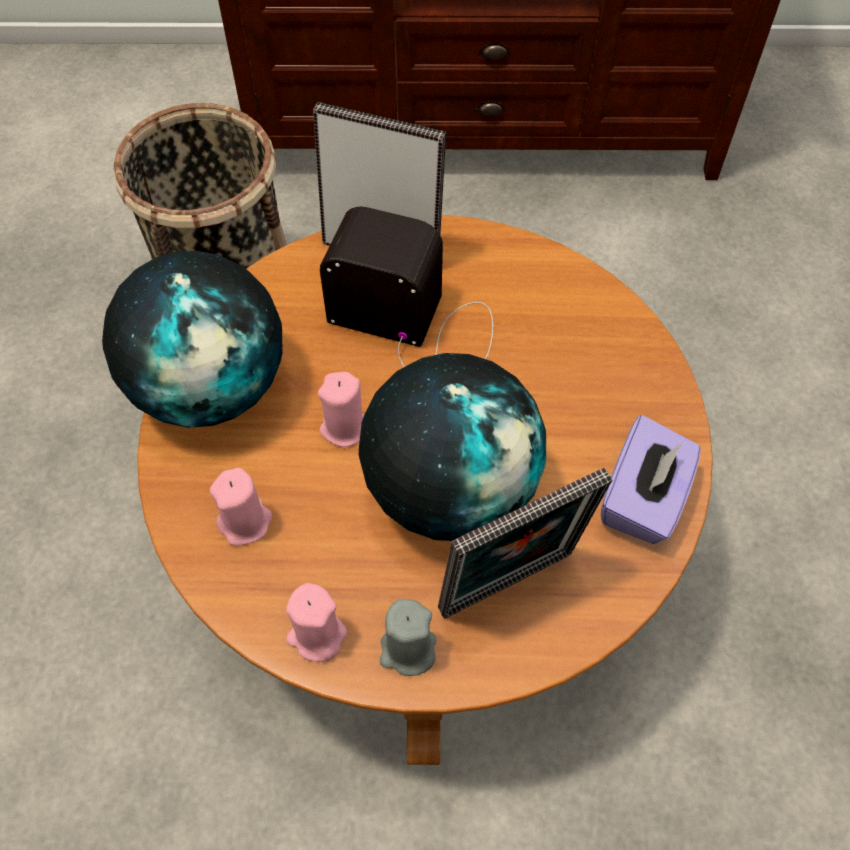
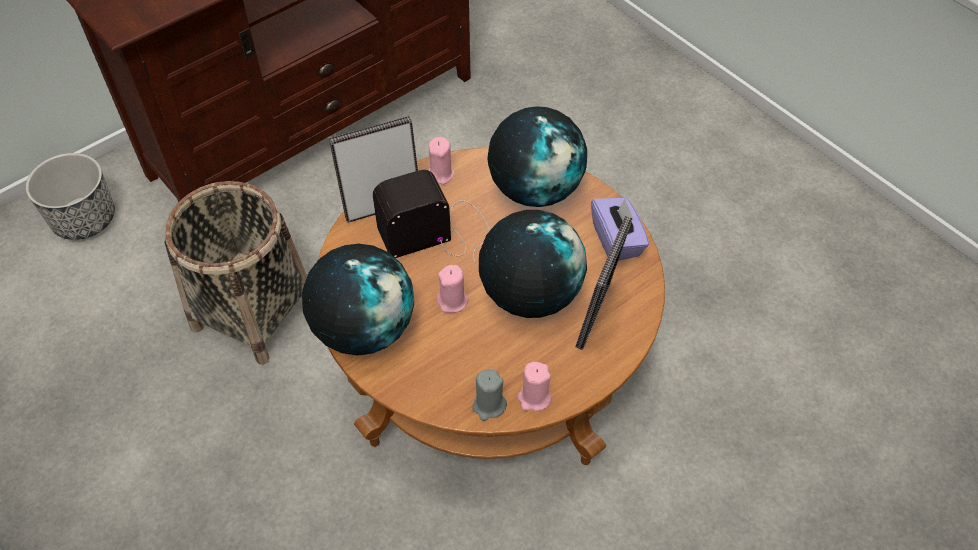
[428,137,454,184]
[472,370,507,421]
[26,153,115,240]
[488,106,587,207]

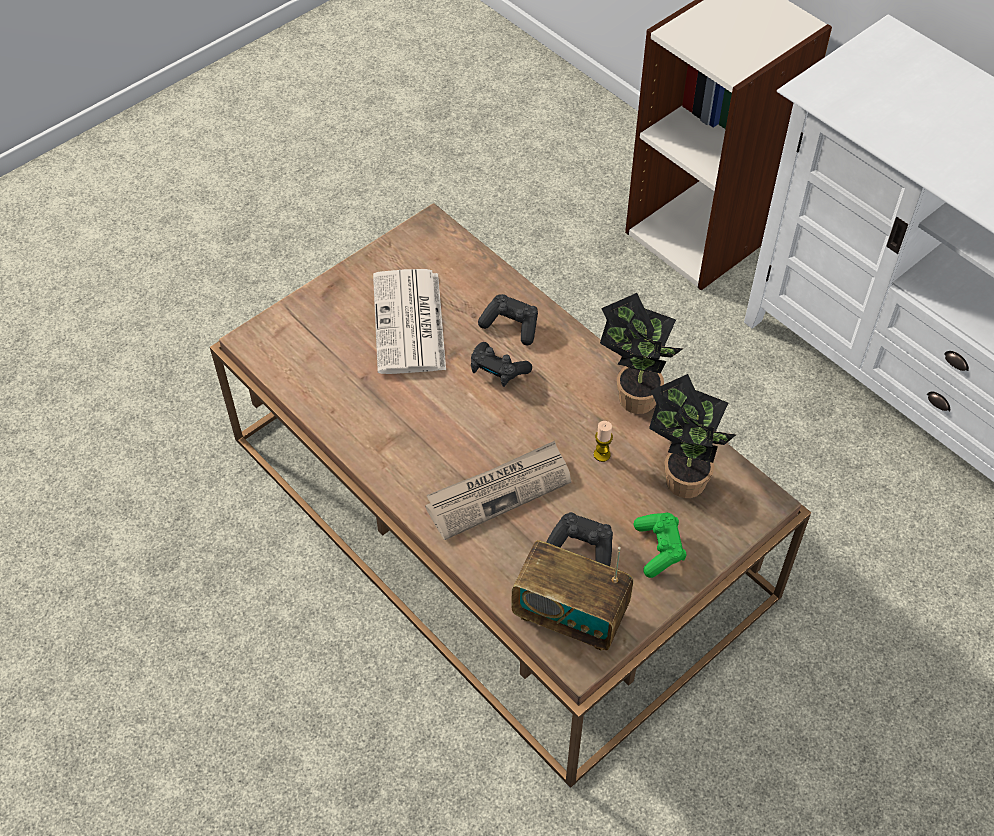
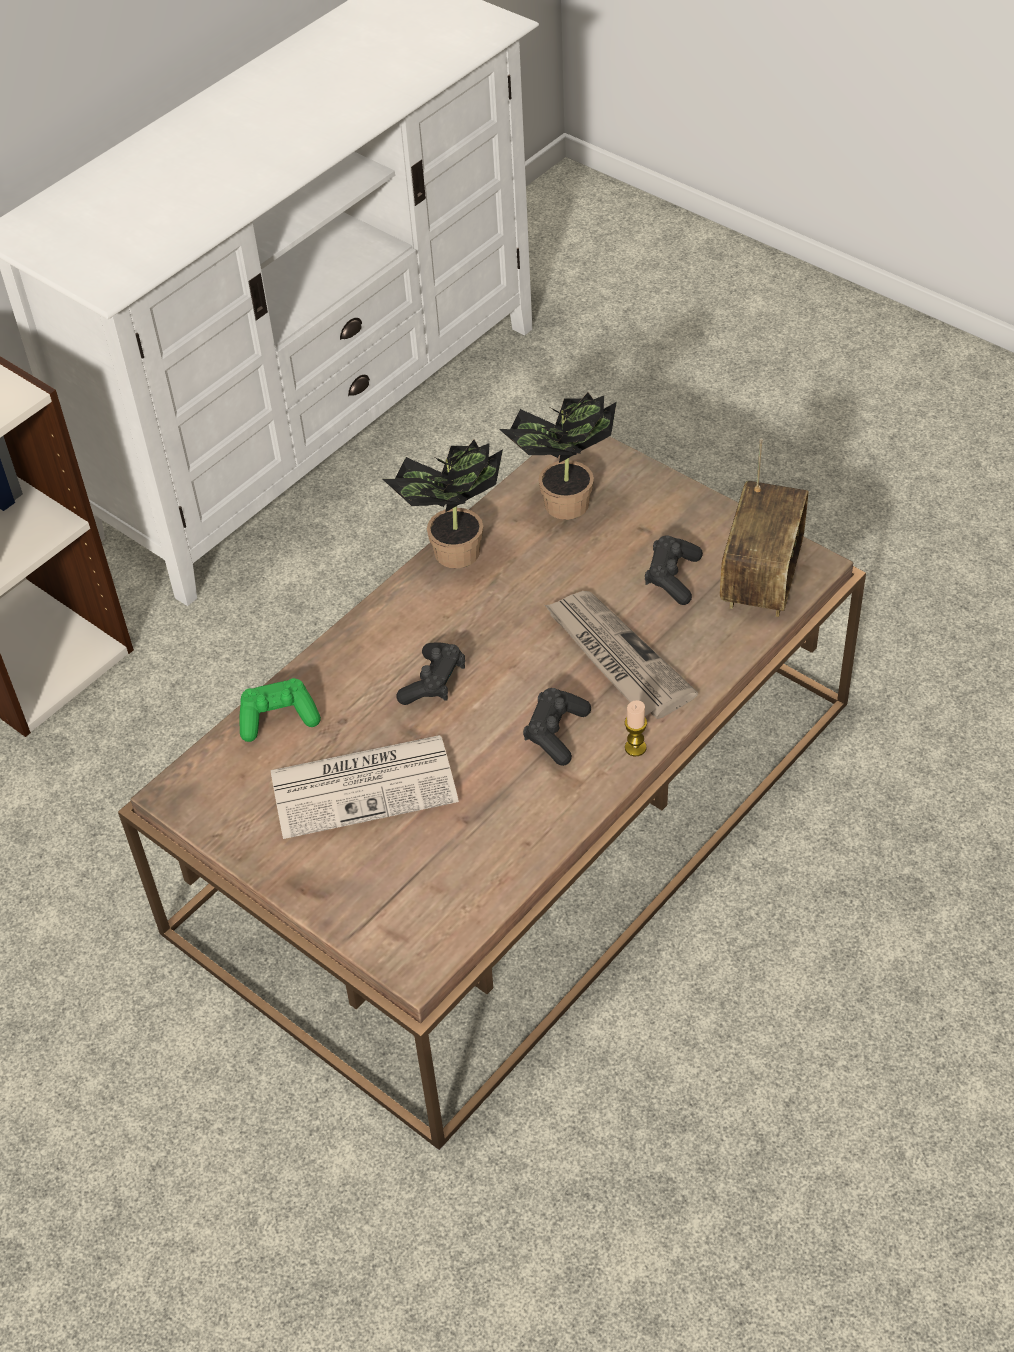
[523,688,591,766]
[625,700,647,756]
[239,678,321,742]

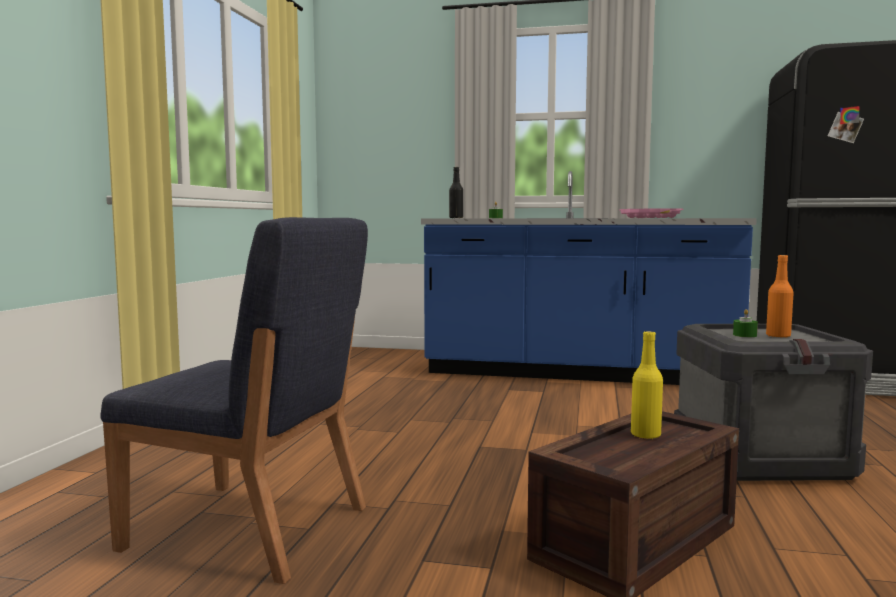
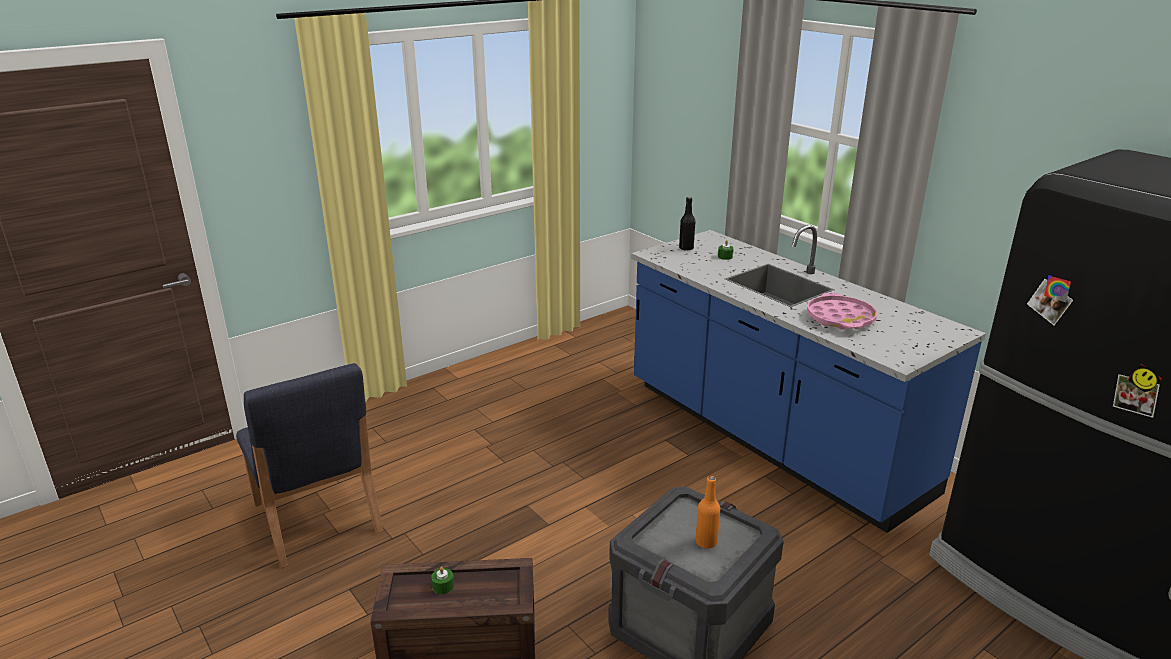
[631,331,663,439] (first image)
[431,567,454,594]

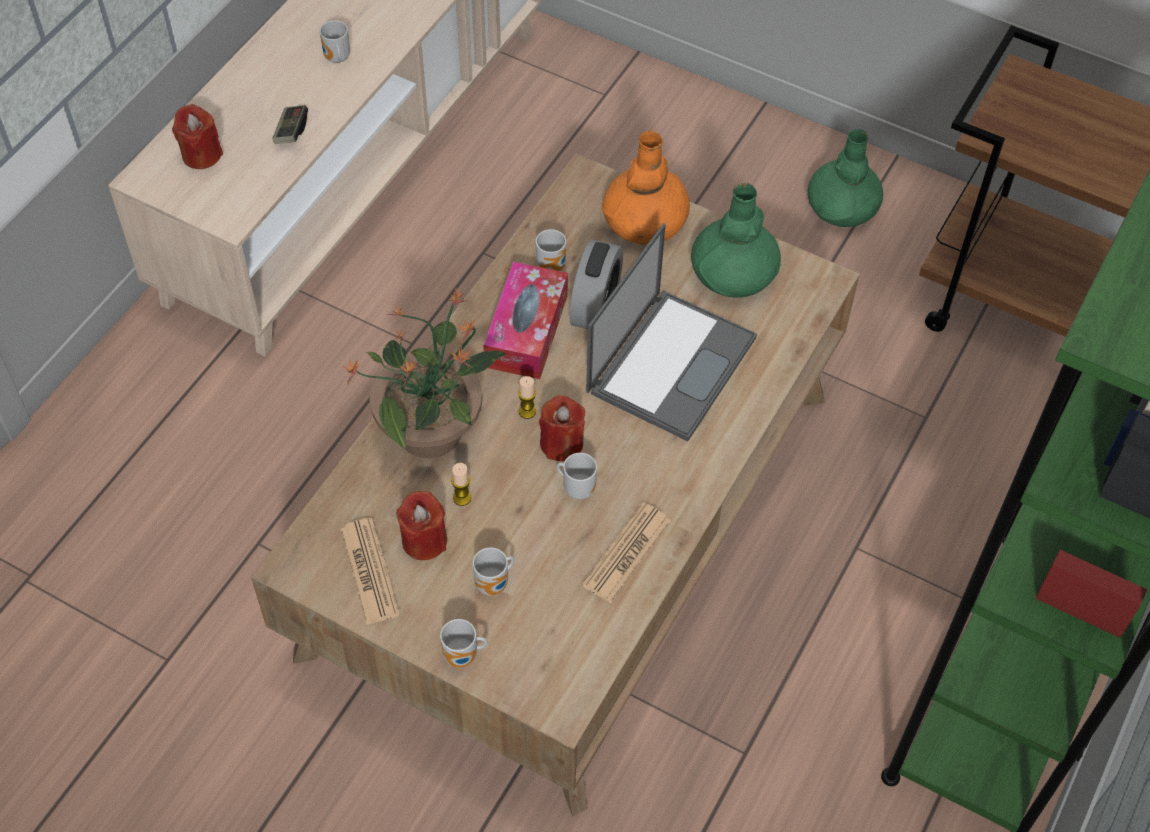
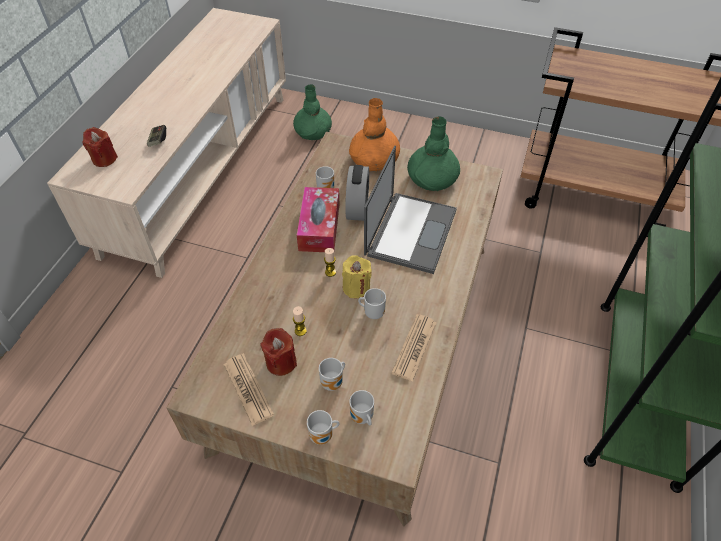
[349,390,374,426]
[343,288,507,458] (first image)
[342,255,372,299]
[293,84,332,140]

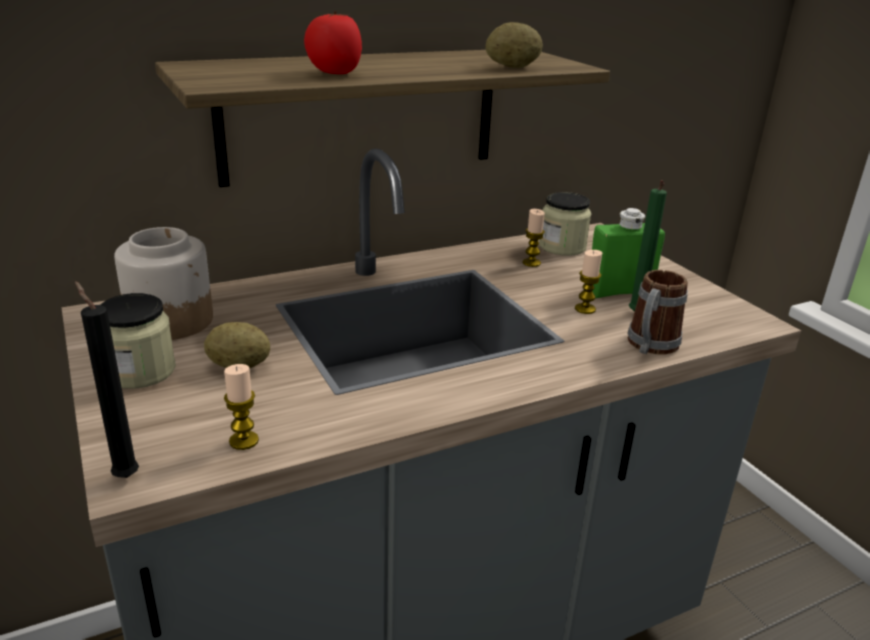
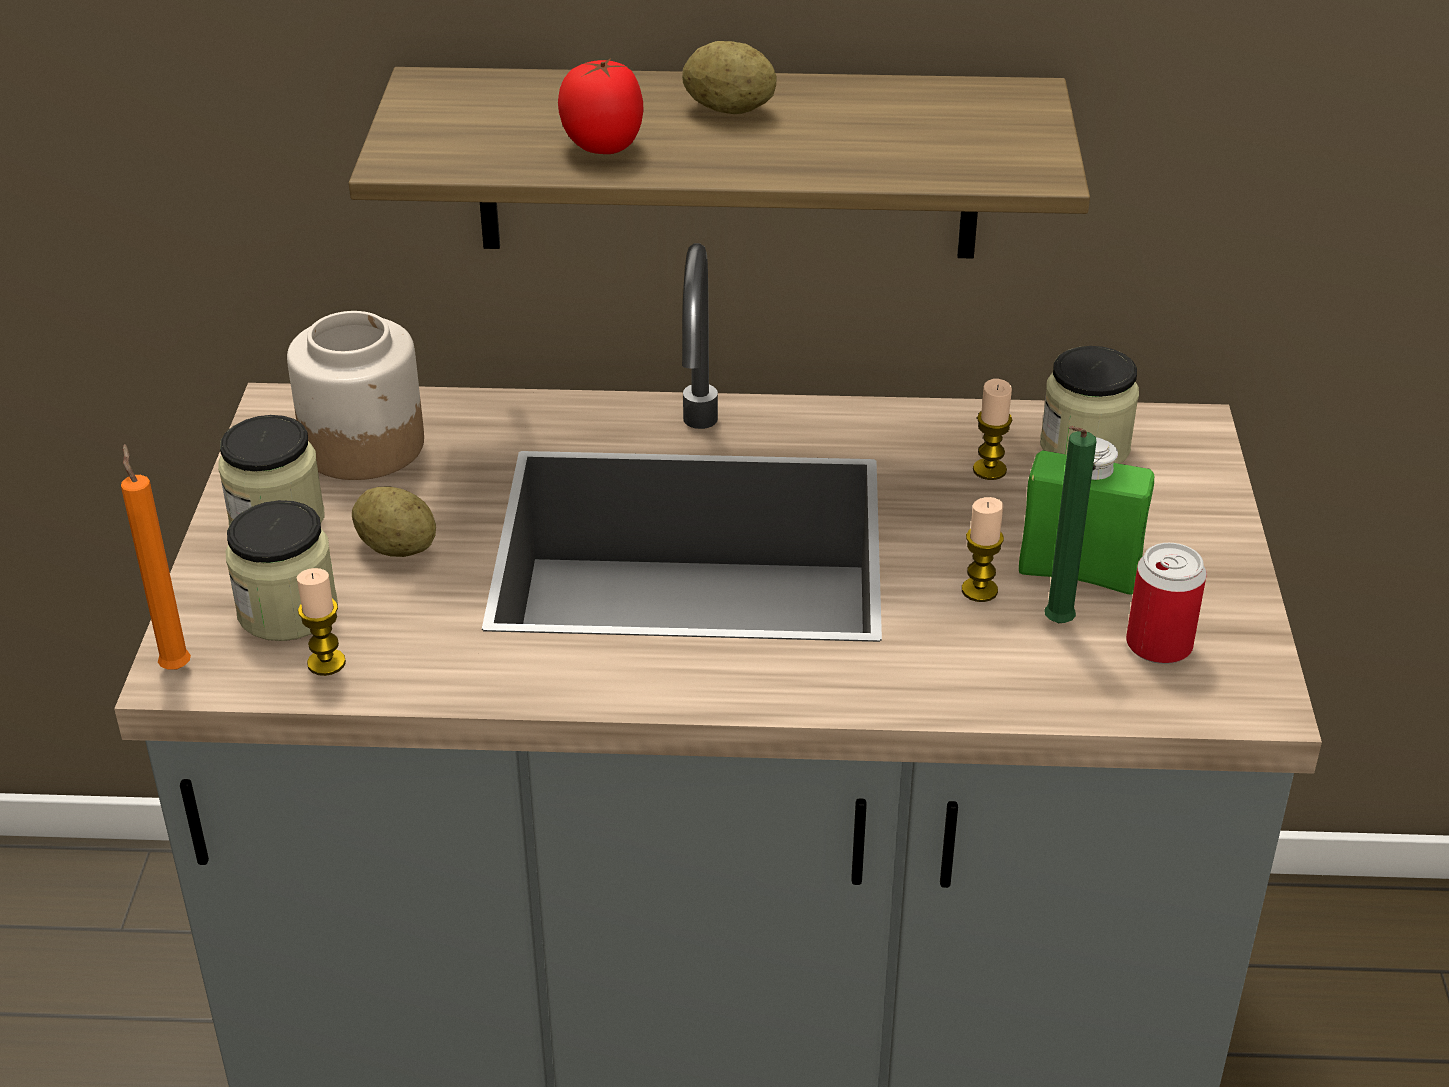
[121,444,191,670]
[682,41,777,114]
[627,270,688,354] (first image)
[226,500,338,641]
[1126,543,1207,664]

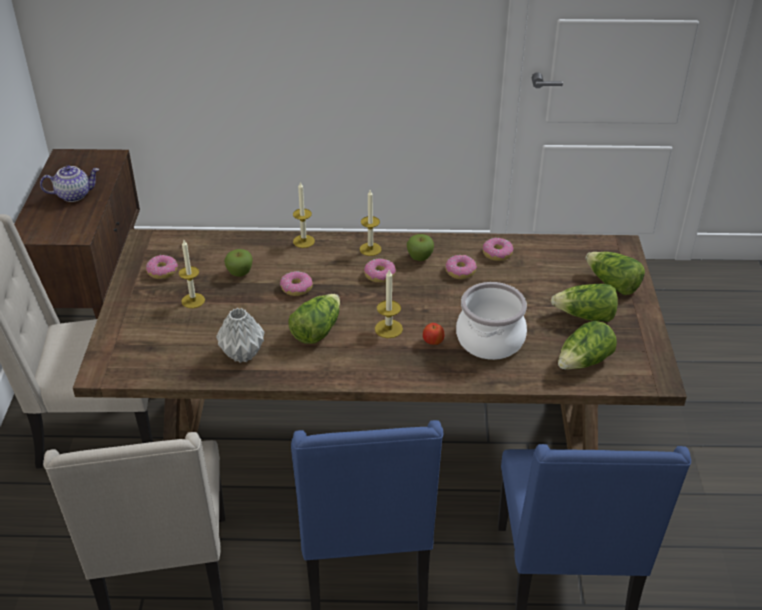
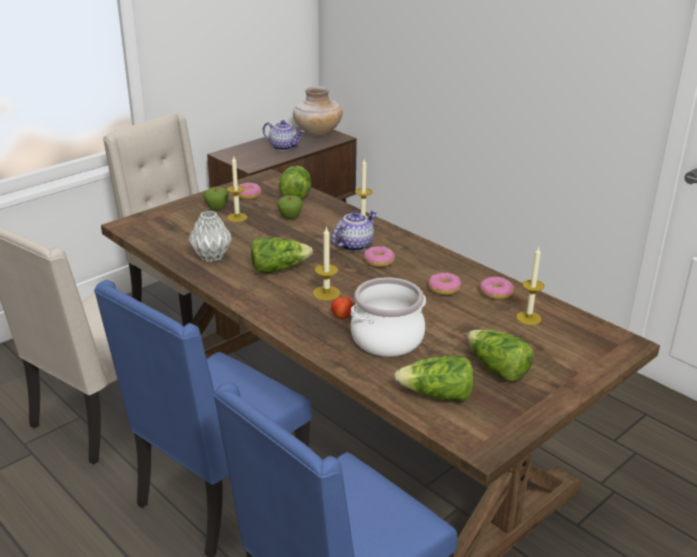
[280,271,313,296] (first image)
[516,247,544,325]
[203,187,229,211]
[279,166,311,199]
[293,86,343,136]
[332,211,377,251]

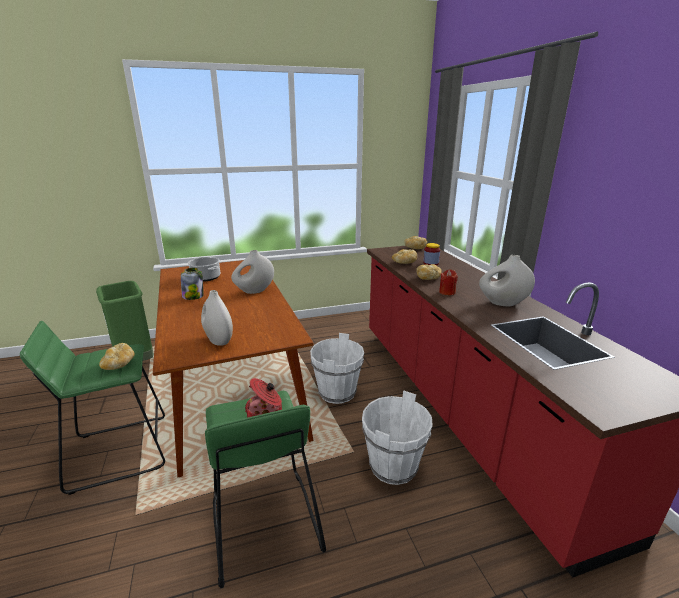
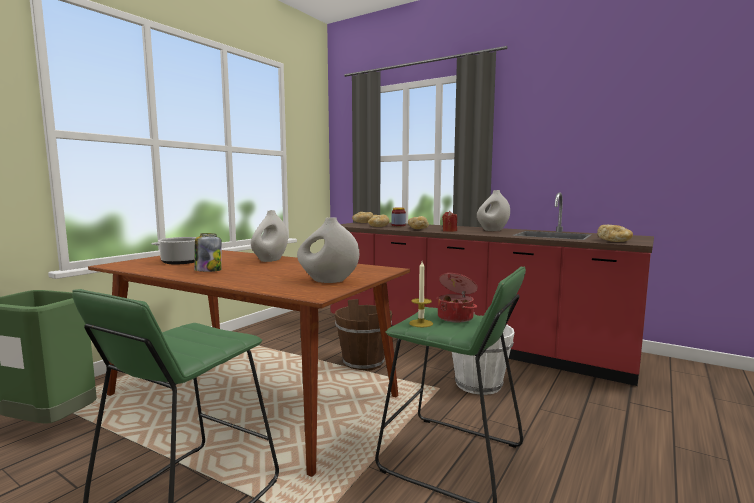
[597,225,633,242]
[335,299,392,371]
[409,261,433,327]

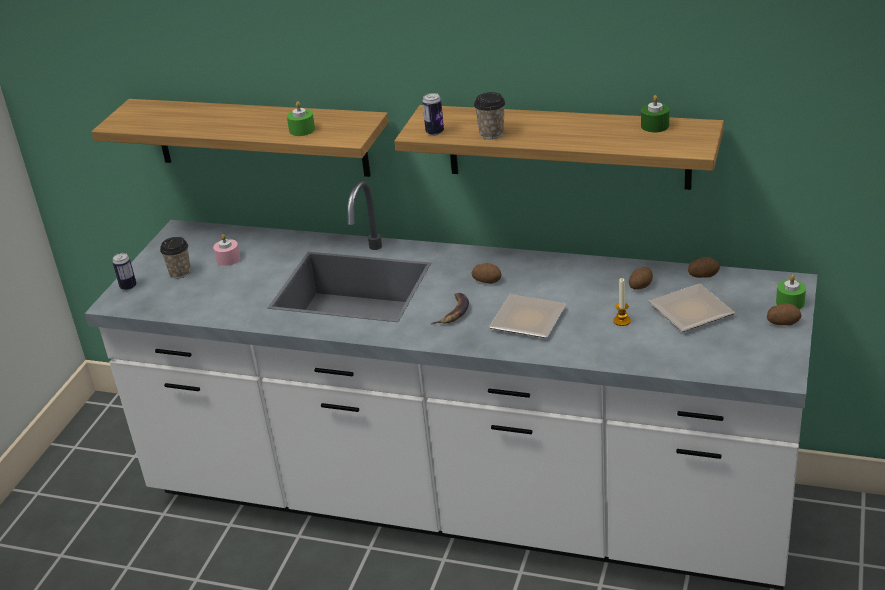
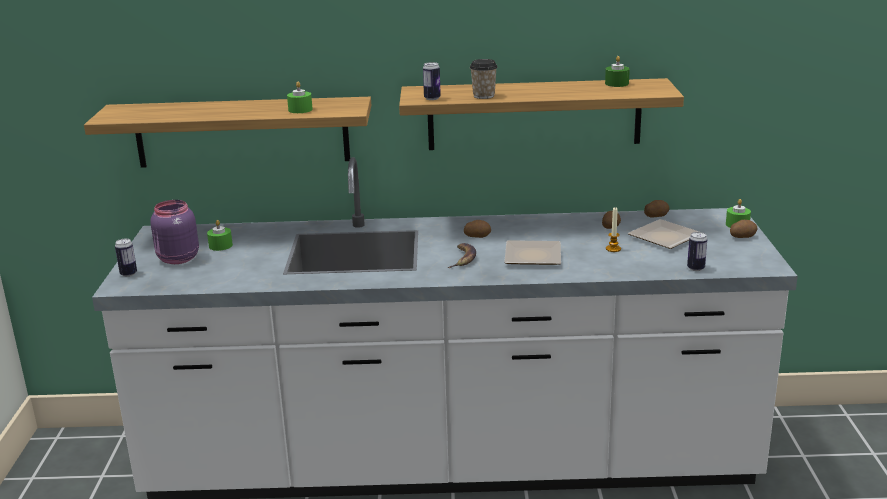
[150,200,199,264]
[207,220,233,251]
[687,232,707,271]

